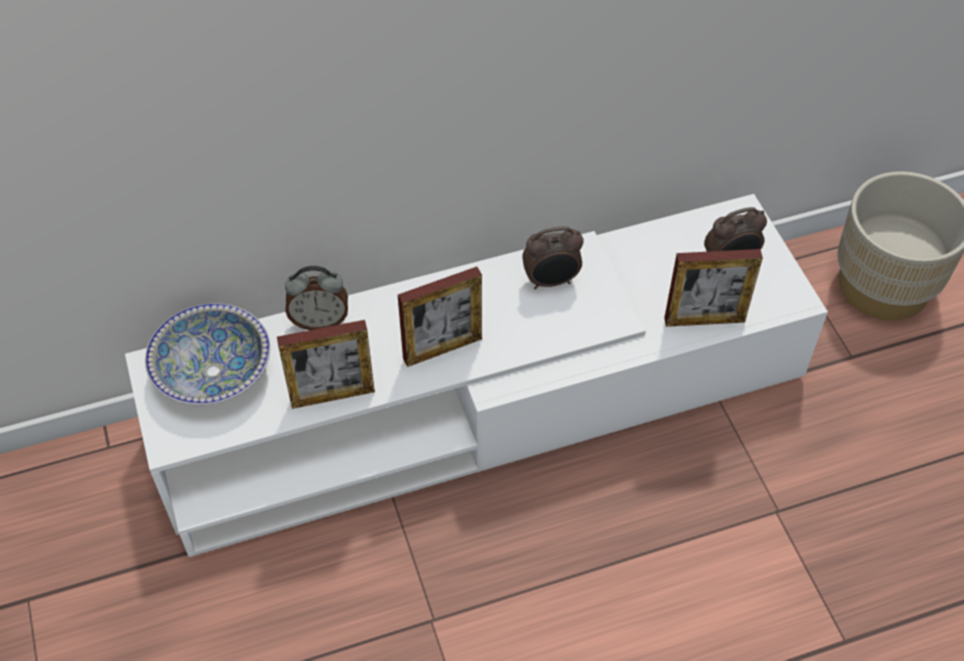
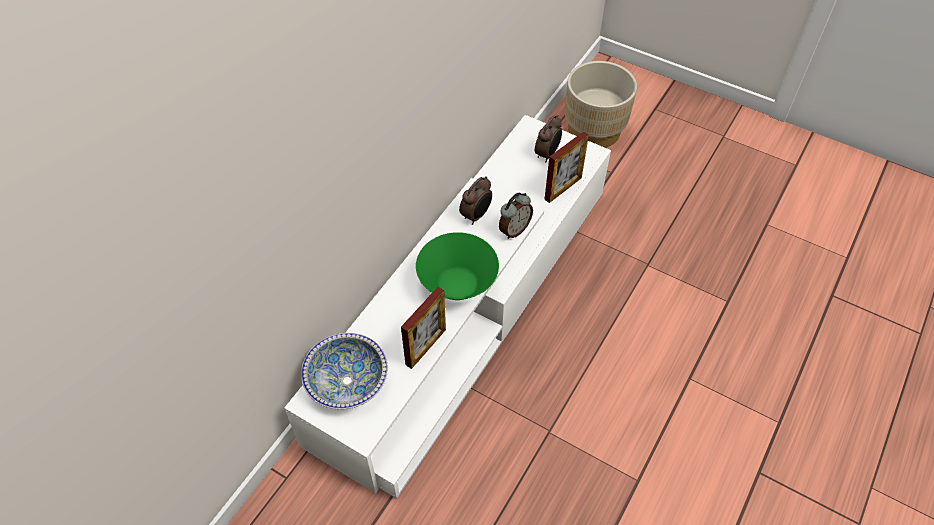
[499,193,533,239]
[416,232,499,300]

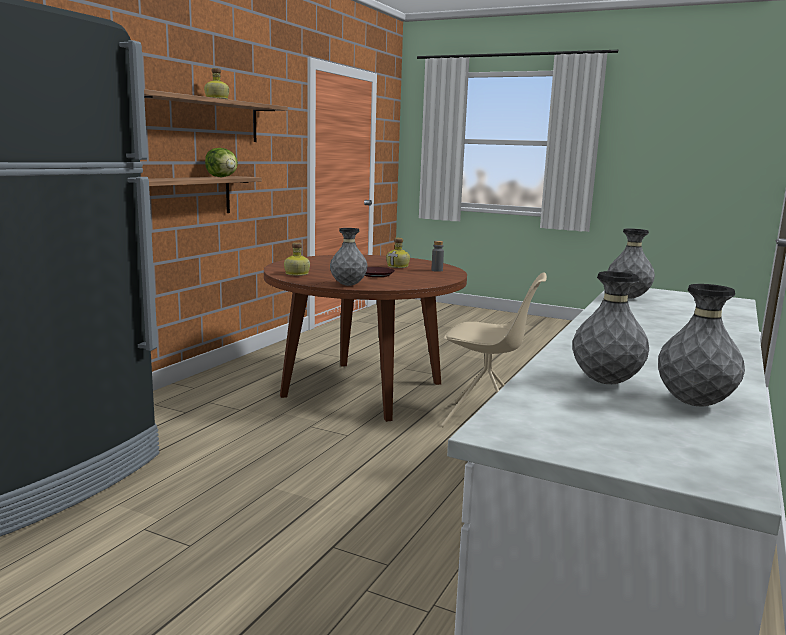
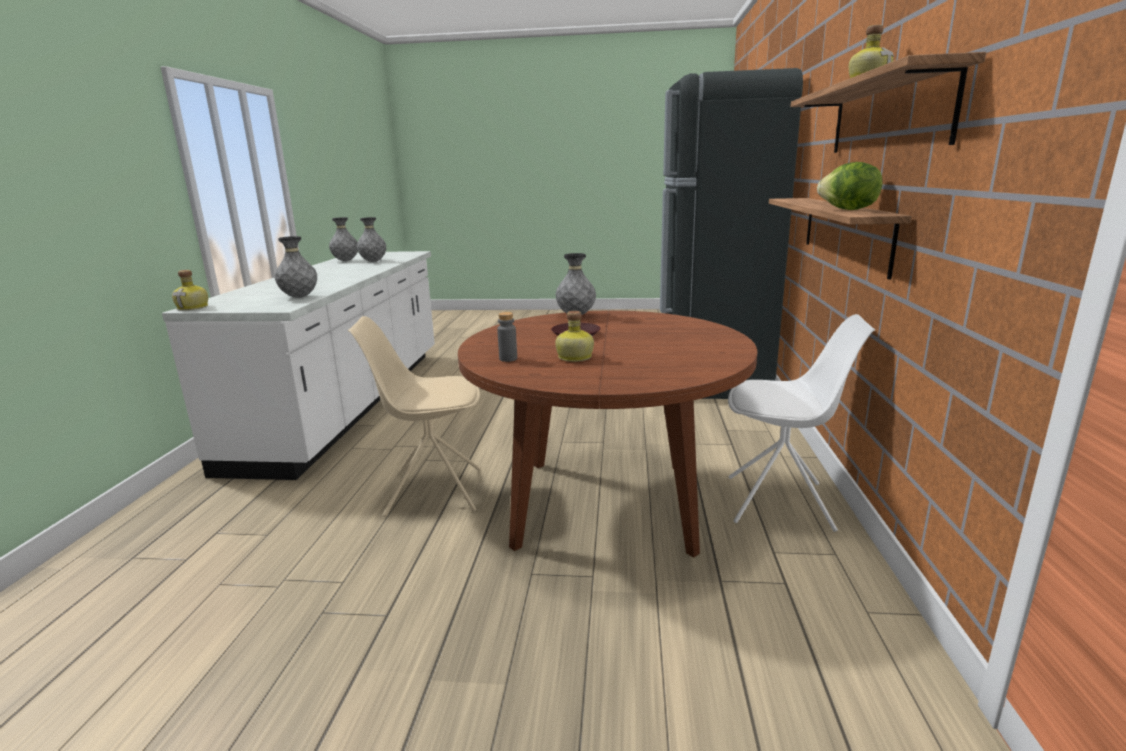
[172,270,208,310]
[728,314,875,532]

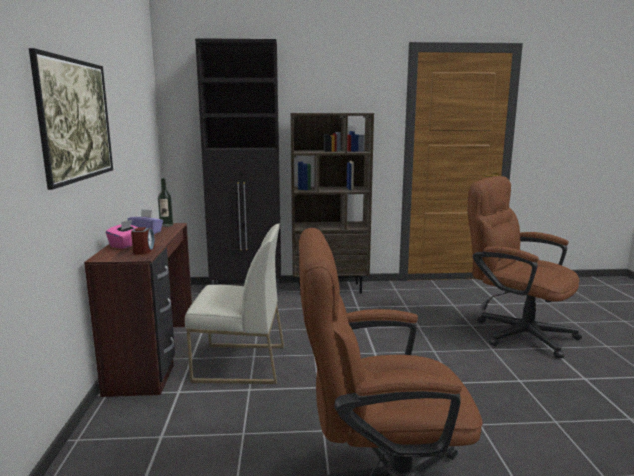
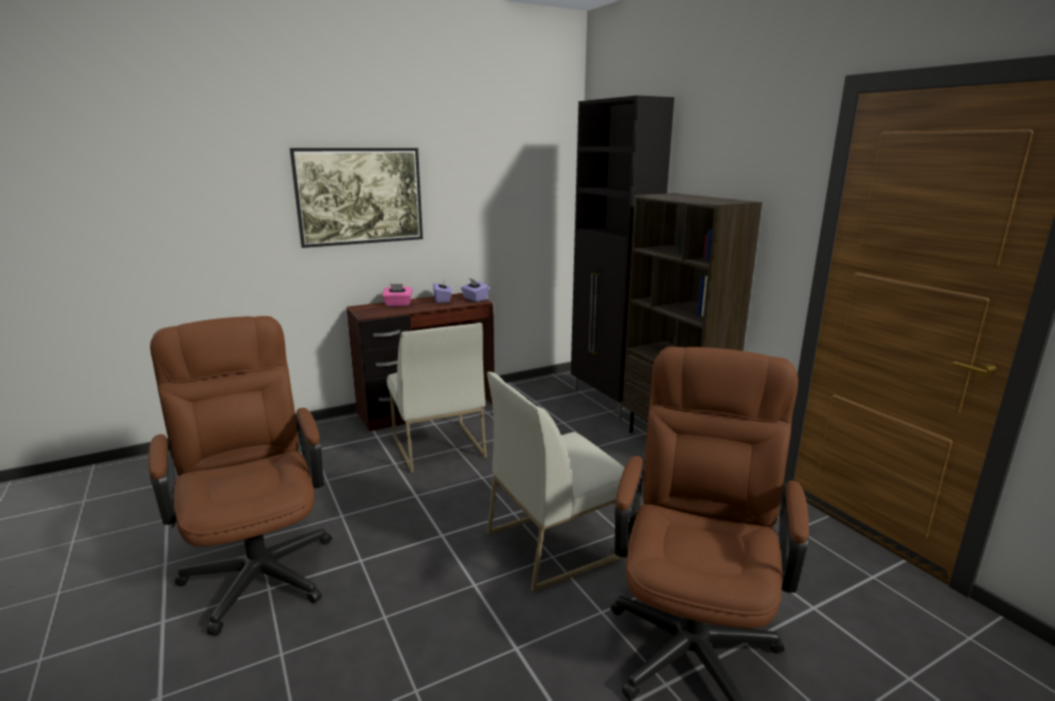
[131,227,155,255] (first image)
[461,278,489,302]
[487,372,625,592]

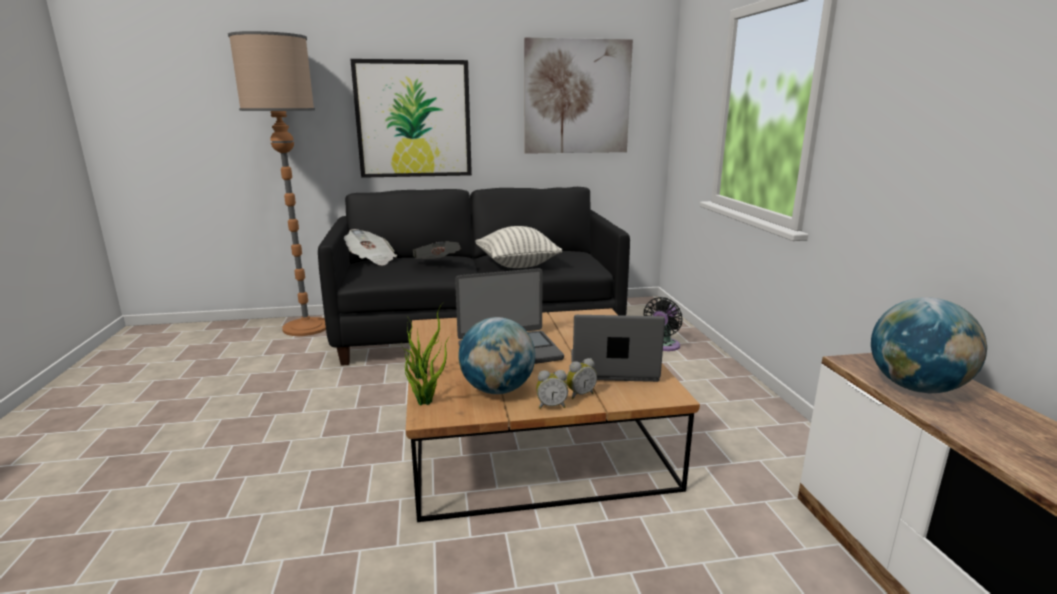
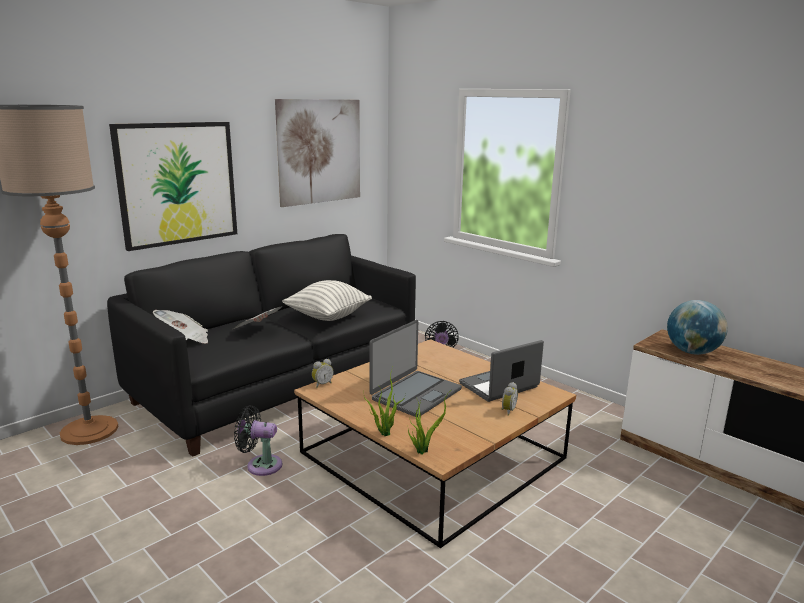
[458,317,535,394] (first image)
[312,359,334,388]
[234,405,282,476]

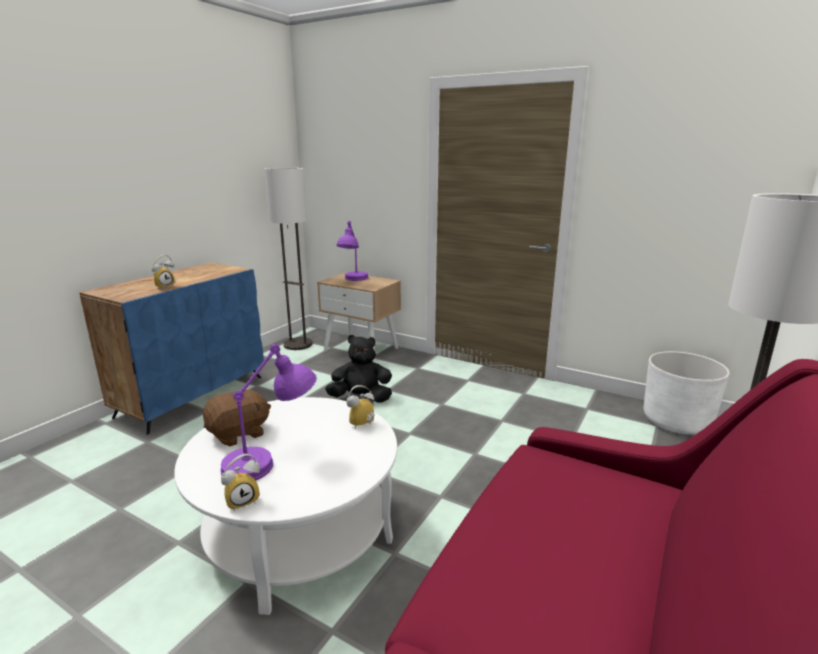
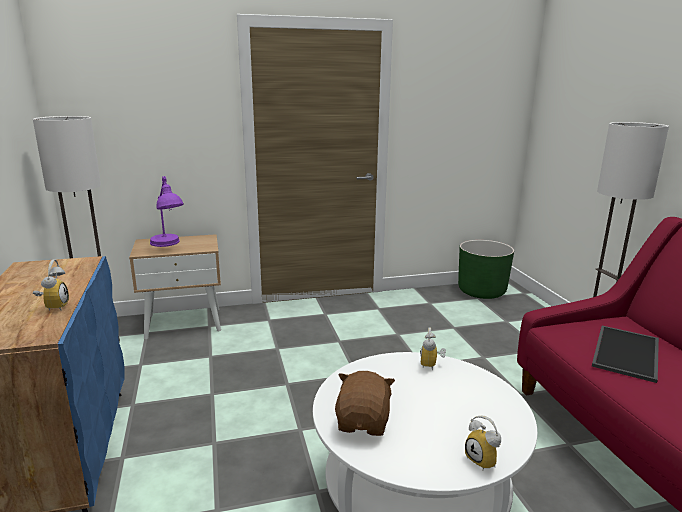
[220,344,317,480] (first image)
[465,416,501,470]
[325,335,392,403] (first image)
[458,240,514,299]
[592,326,659,383]

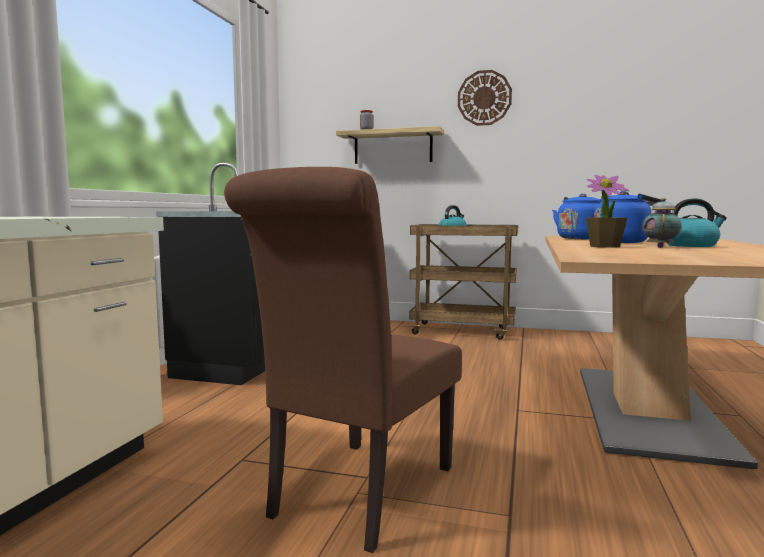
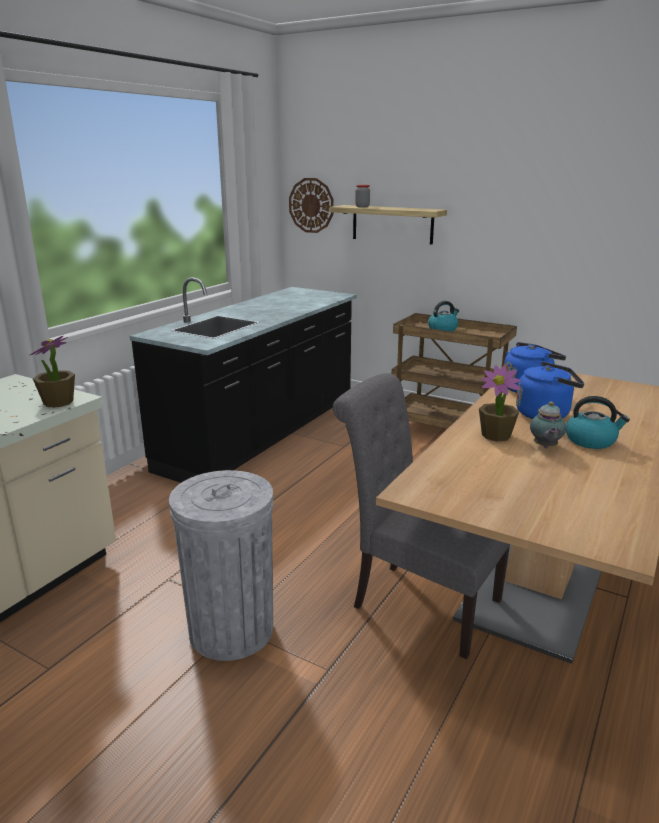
[169,470,274,661]
[289,178,334,233]
[530,402,566,448]
[29,336,75,407]
[333,373,510,659]

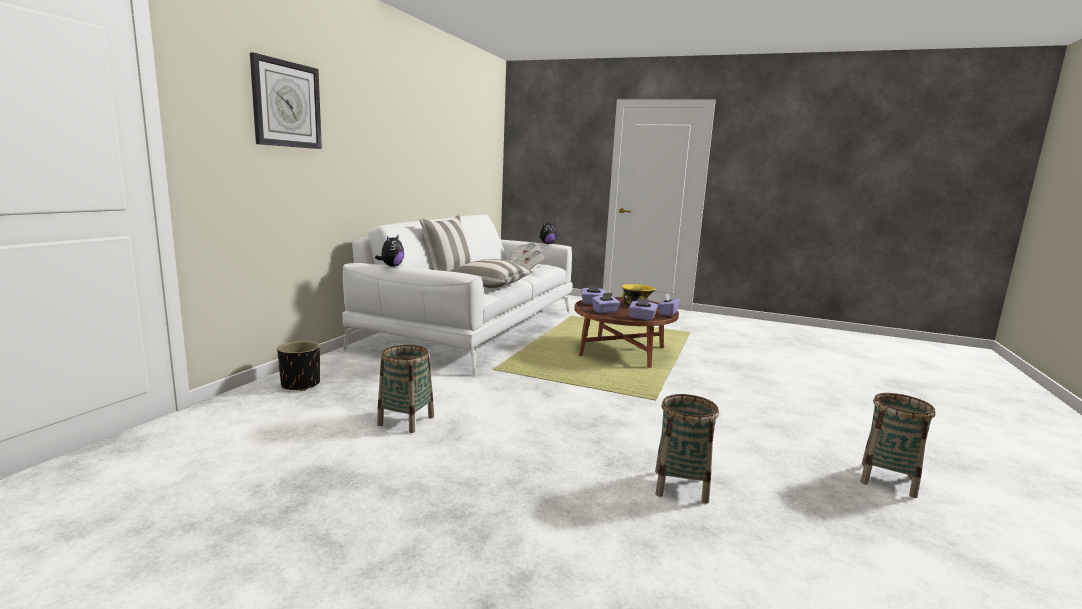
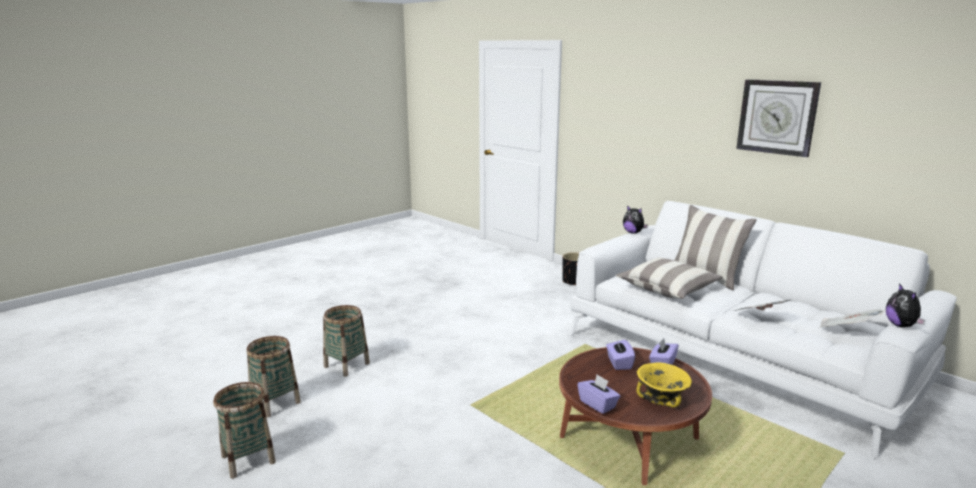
[736,79,821,157]
[246,336,301,418]
[629,298,658,320] (first image)

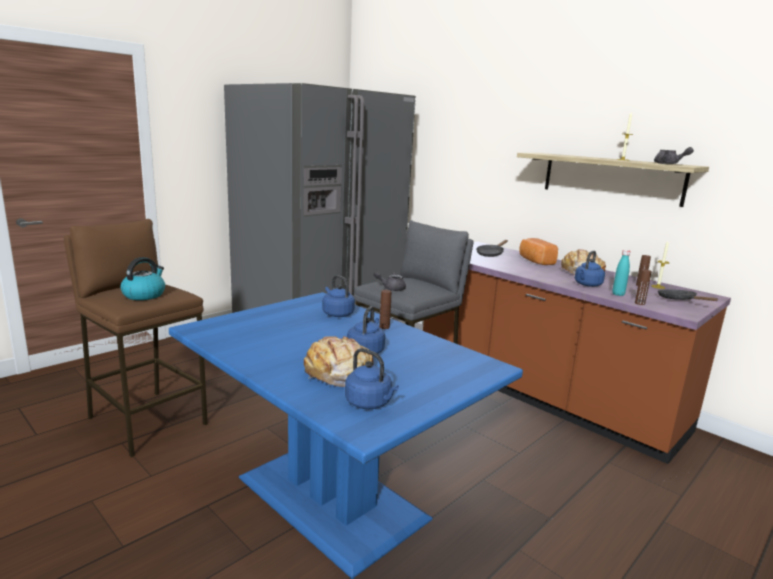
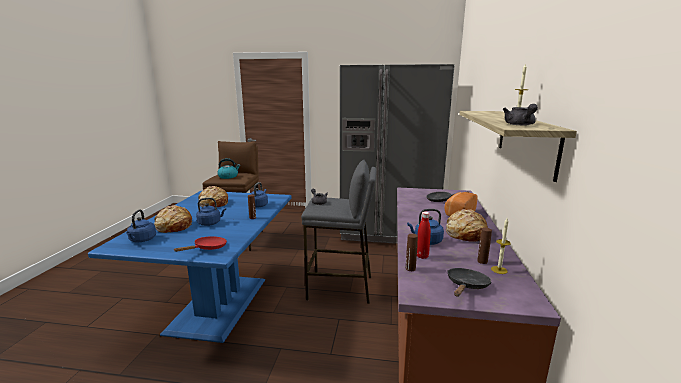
[417,212,431,259]
[174,236,227,252]
[198,186,228,207]

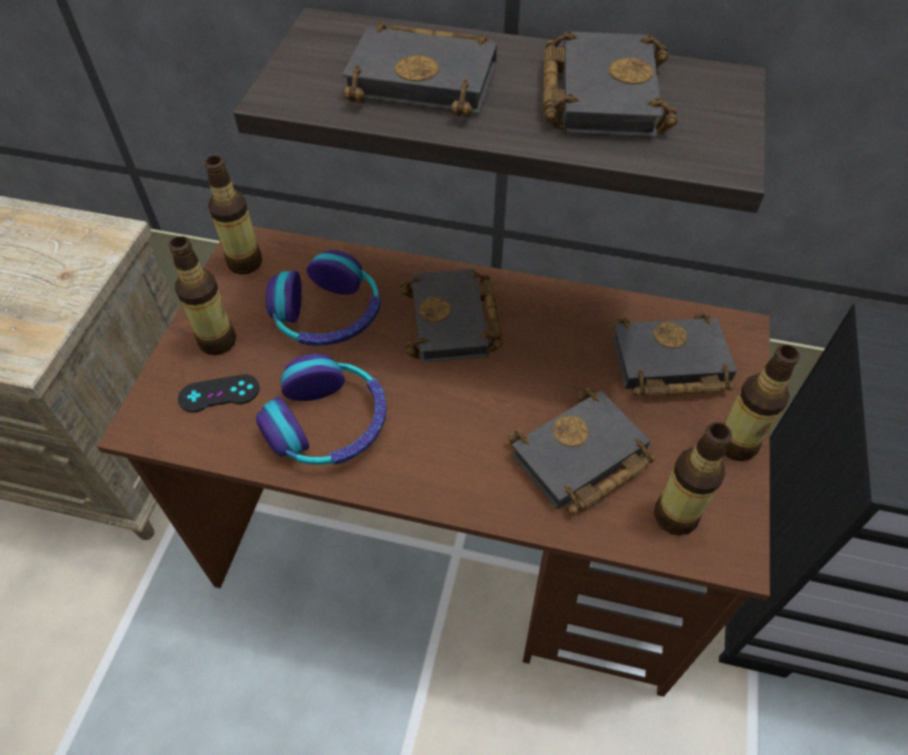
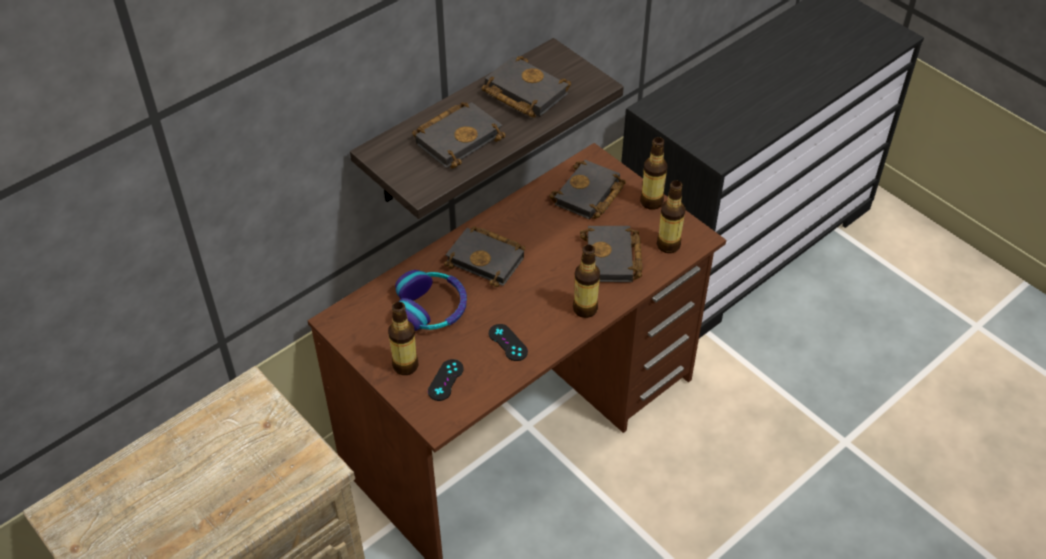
[573,244,600,318]
[489,324,528,361]

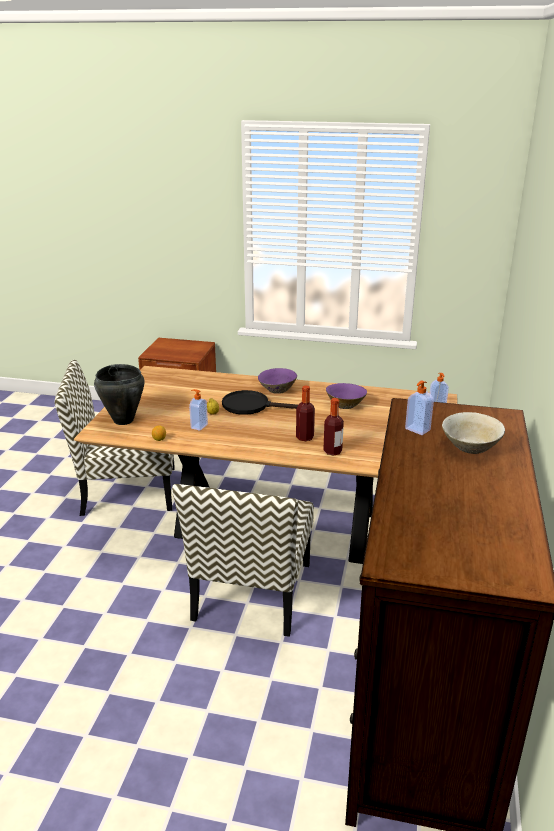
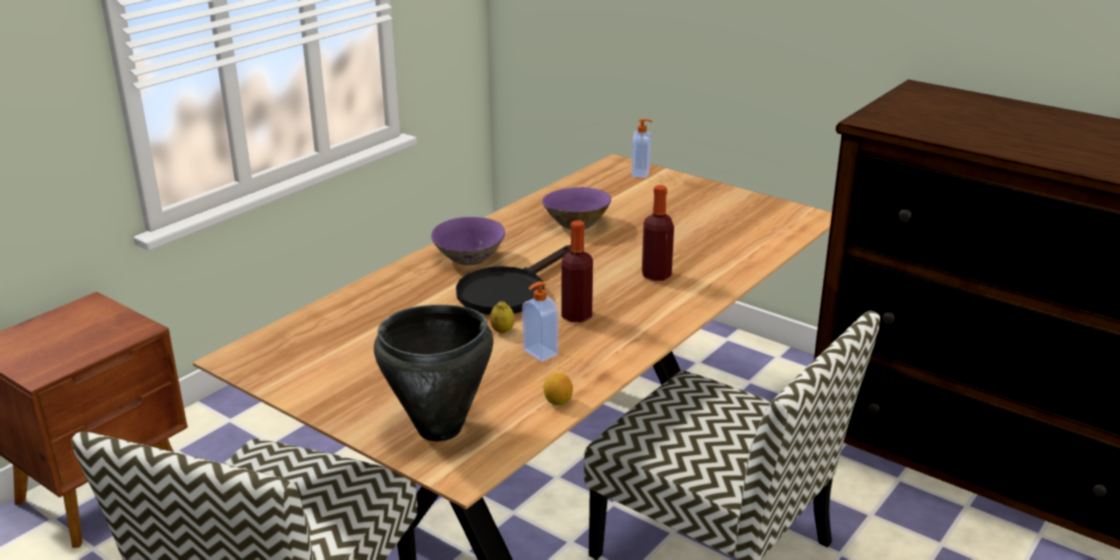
[561,221,593,322]
[405,380,434,435] (first image)
[442,412,505,454] (first image)

